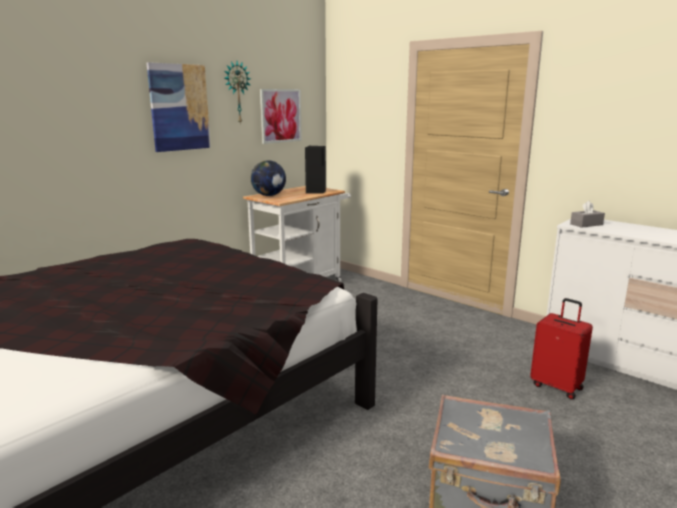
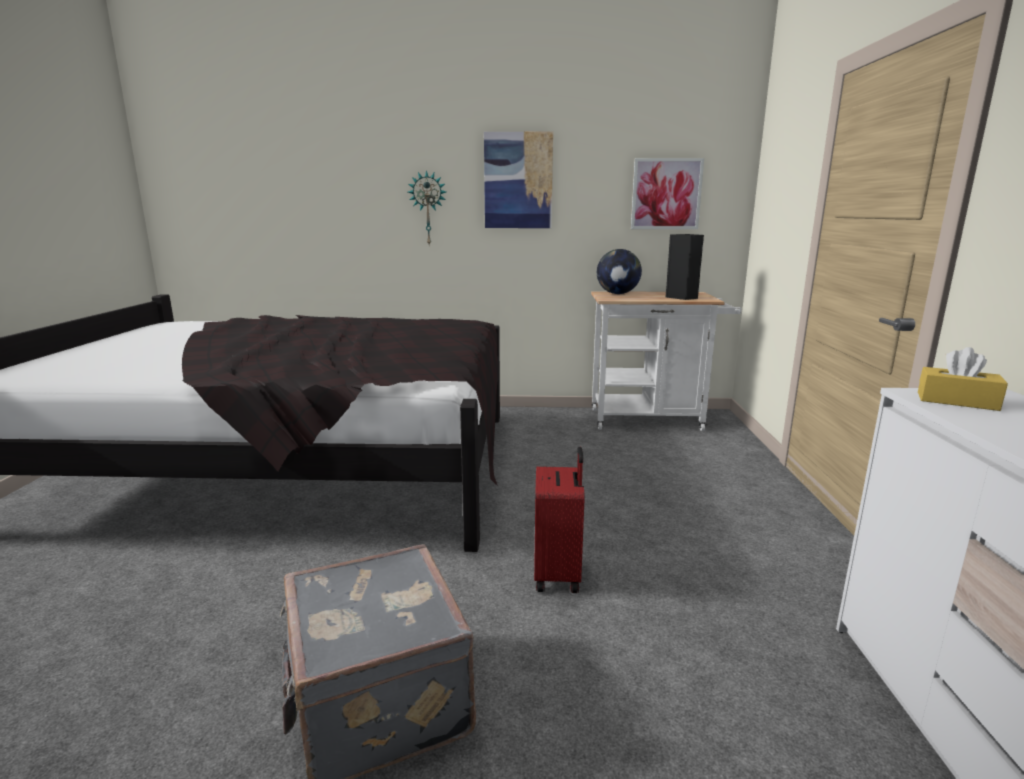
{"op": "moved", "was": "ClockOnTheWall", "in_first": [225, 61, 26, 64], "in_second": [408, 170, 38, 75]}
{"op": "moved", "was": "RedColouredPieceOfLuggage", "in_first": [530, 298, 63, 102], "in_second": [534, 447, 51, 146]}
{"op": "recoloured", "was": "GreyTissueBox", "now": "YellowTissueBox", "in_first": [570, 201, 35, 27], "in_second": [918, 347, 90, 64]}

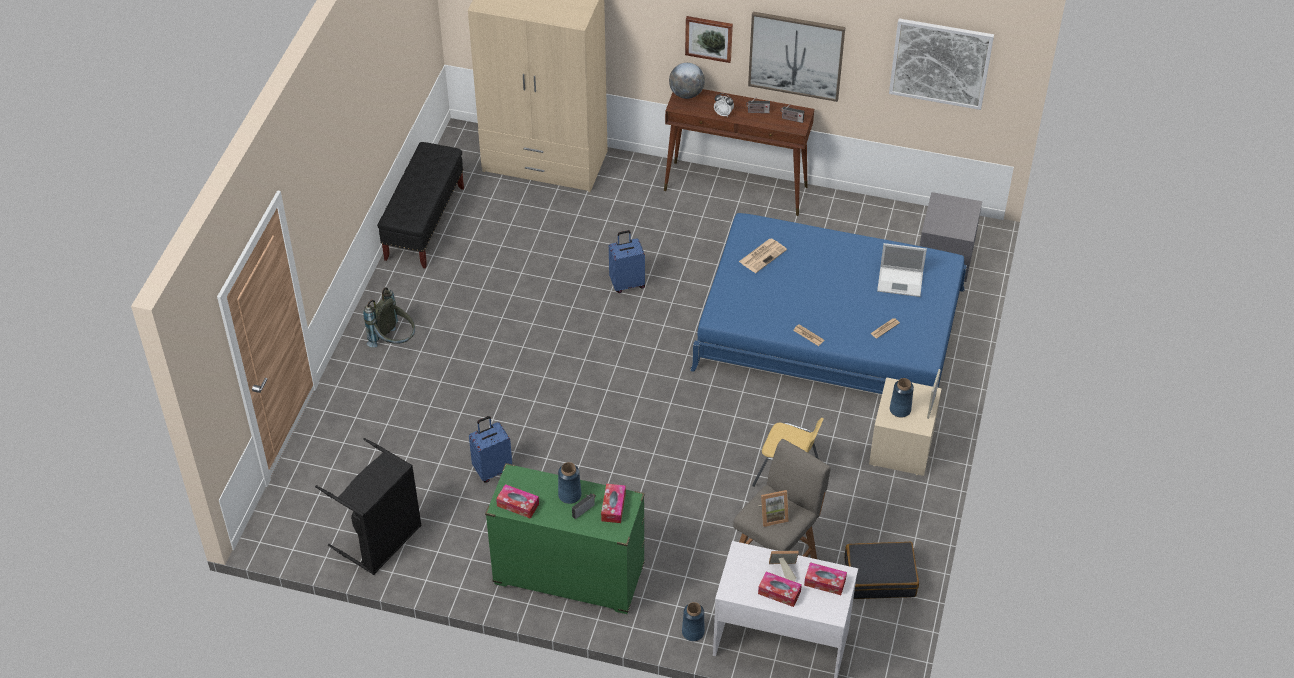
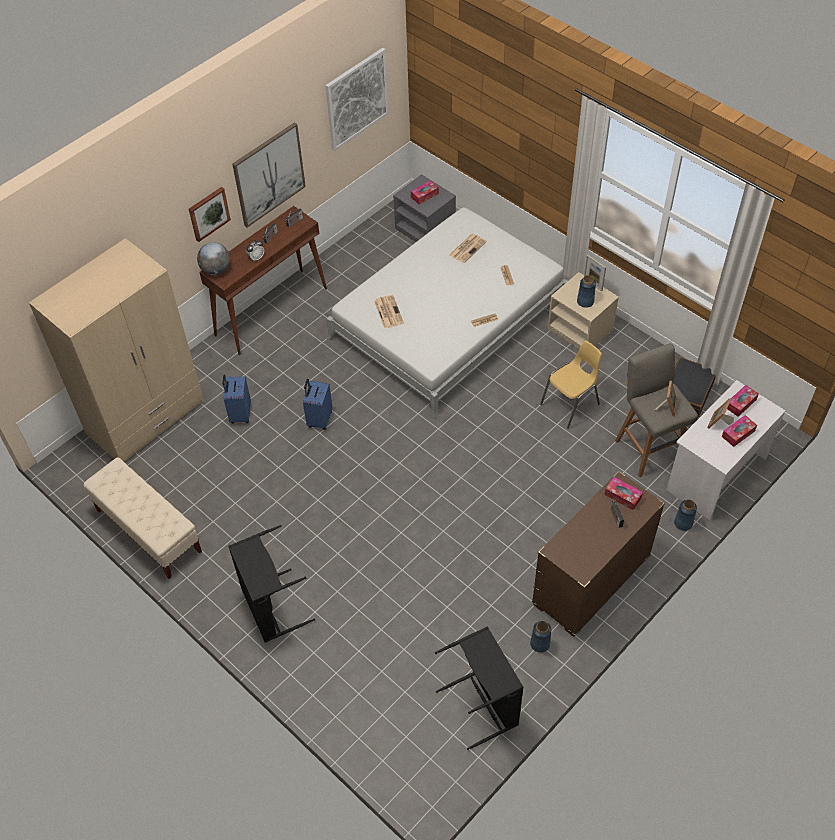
{"op": "recoloured", "was": "BlackColouredLongSeat", "now": "BeigeColouredLongSeat", "in_first": [377, 142, 87, 127], "in_second": [83, 458, 119, 121]}
{"op": "moved", "was": "BluePieceOfLuggage", "in_first": [469, 416, 43, 66], "in_second": [223, 375, 28, 48]}
{"op": "replaced", "was": "GreyRucksack", "now": "BlackColouredWashingBasket", "in_first": [363, 287, 52, 61], "in_second": [228, 525, 87, 118]}
{"op": "recoloured", "was": "BlueBed", "now": "WhiteBed", "in_first": [690, 213, 277, 205], "in_second": [327, 207, 241, 211]}
{"op": "moved", "was": "TissueBox", "in_first": [496, 484, 43, 35], "in_second": [411, 180, 28, 24]}
{"op": "replaced", "was": "NotebookComputer", "now": "PrintedPaper", "in_first": [877, 243, 50, 54], "in_second": [450, 234, 37, 29]}
{"op": "moved", "was": "BlueVase", "in_first": [558, 462, 24, 42], "in_second": [530, 621, 21, 32]}
{"op": "recoloured", "was": "GreenishDresser", "now": "BrownDresser", "in_first": [485, 463, 160, 151], "in_second": [532, 471, 133, 166]}

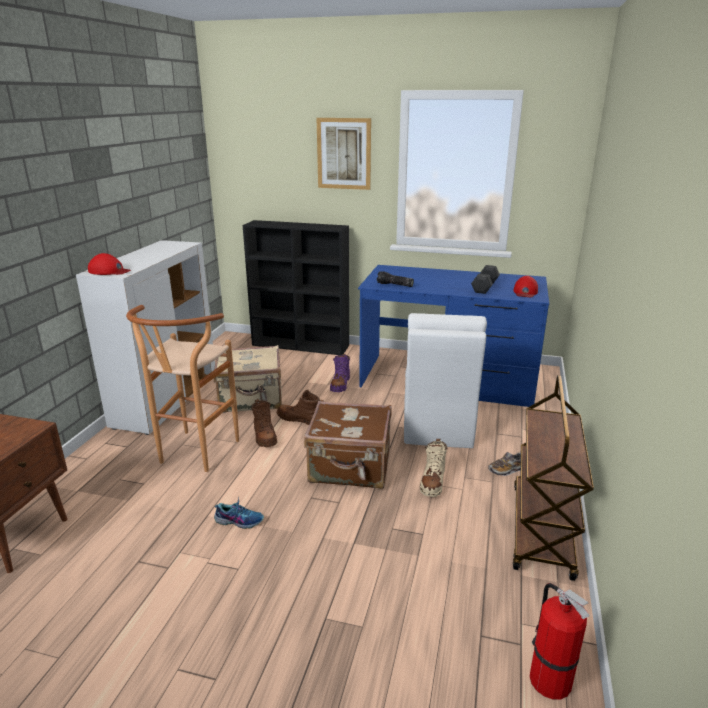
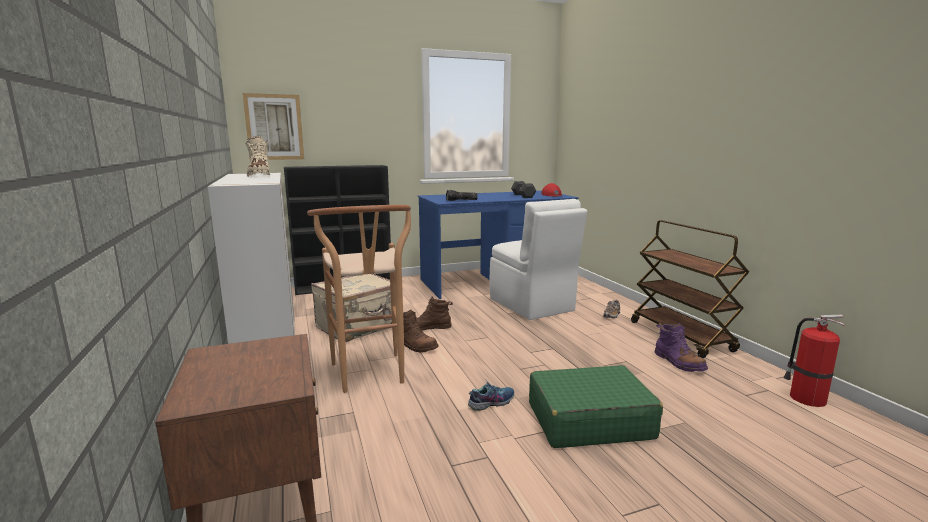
{"op": "moved", "was": "WallArt", "in_first": [317, 118, 54, 72], "in_second": [243, 93, 61, 67]}
{"op": "moved", "was": "BeigeColouredTallBoot", "in_first": [420, 439, 27, 58], "in_second": [245, 136, 25, 41]}
{"op": "added", "now": "GreenishPieceOfLuggage", "in_second": [529, 365, 134, 83]}
{"op": "moved", "was": "PurplishTallBoot", "in_first": [330, 354, 20, 38], "in_second": [655, 323, 53, 49]}
{"op": "removed", "was": "RedColouredPeakedCap", "in_first": [88, 253, 43, 22]}
{"op": "removed", "was": "BrownPieceOfLuggage", "in_first": [304, 401, 88, 88]}

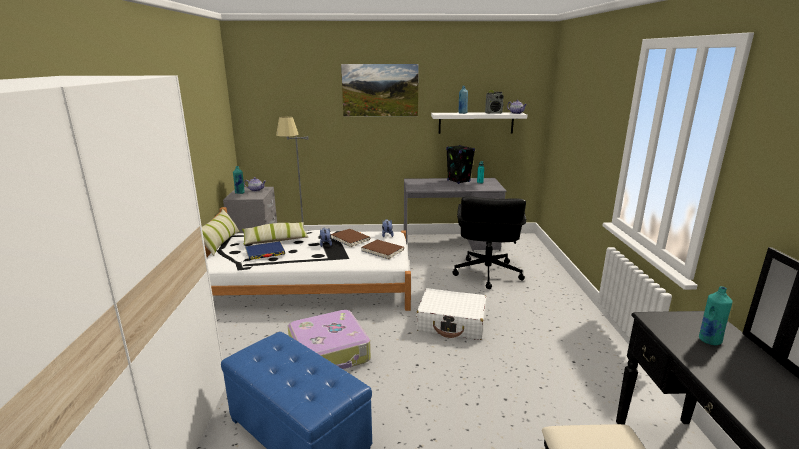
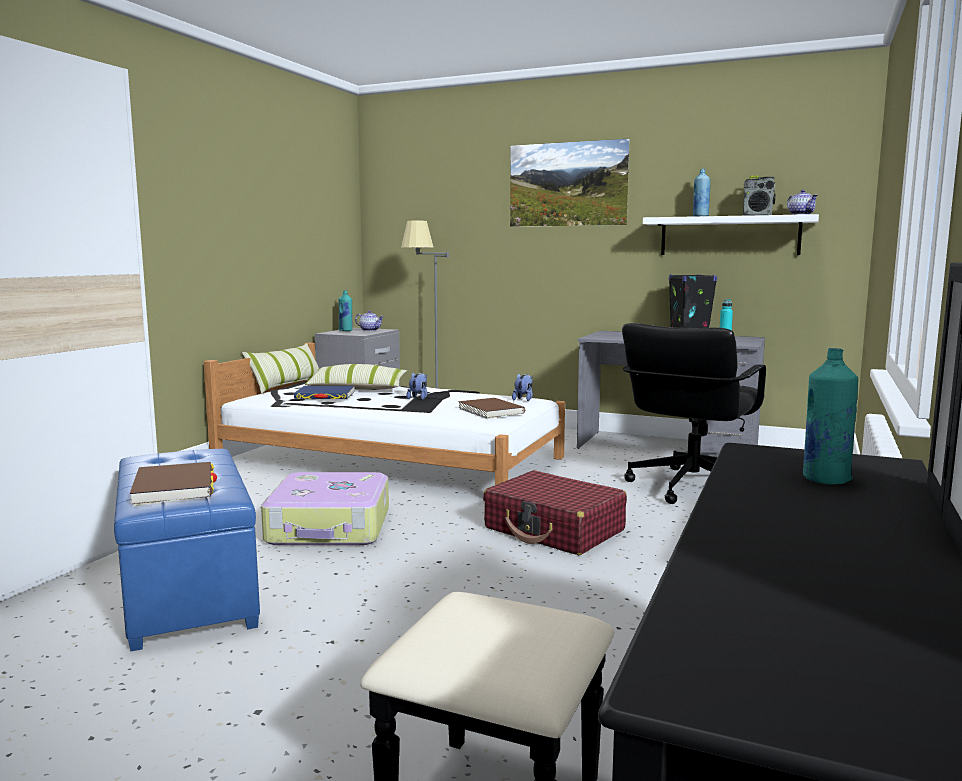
{"op": "moved", "was": "BrownVolume", "in_first": [331, 229, 39, 18], "in_second": [130, 462, 87, 44]}
{"op": "recoloured", "was": "WhitePieceOfLuggage", "now": "RedColouredPieceOfLuggage", "in_first": [416, 288, 71, 52], "in_second": [483, 470, 144, 85]}

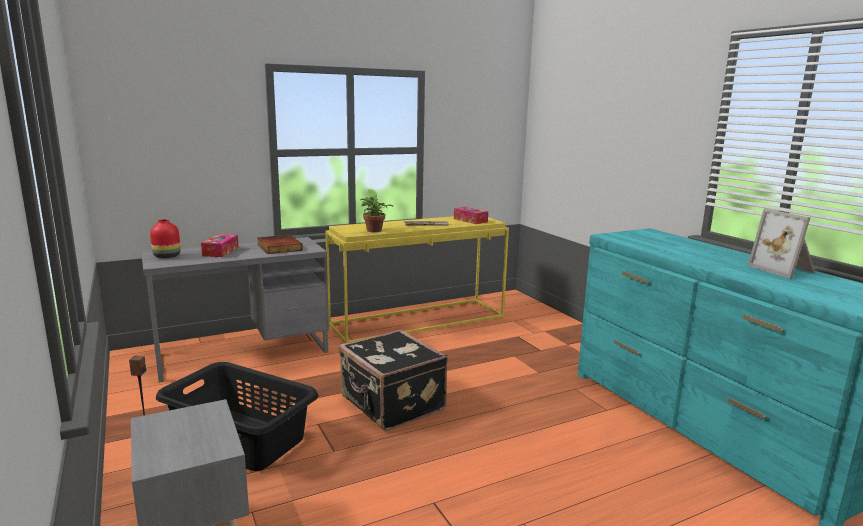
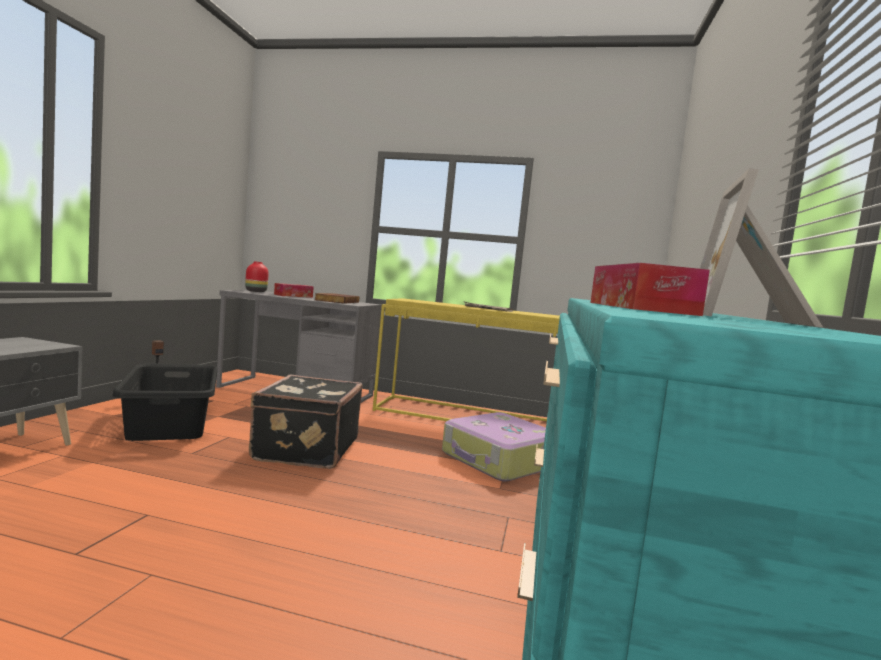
{"op": "added", "now": "PieceOfLuggage", "in_second": [442, 412, 104, 70]}
{"op": "moved", "was": "TissueBox", "in_first": [454, 207, 34, 17], "in_second": [591, 263, 119, 53]}
{"op": "removed", "was": "Houseplant", "in_first": [360, 189, 33, 43]}

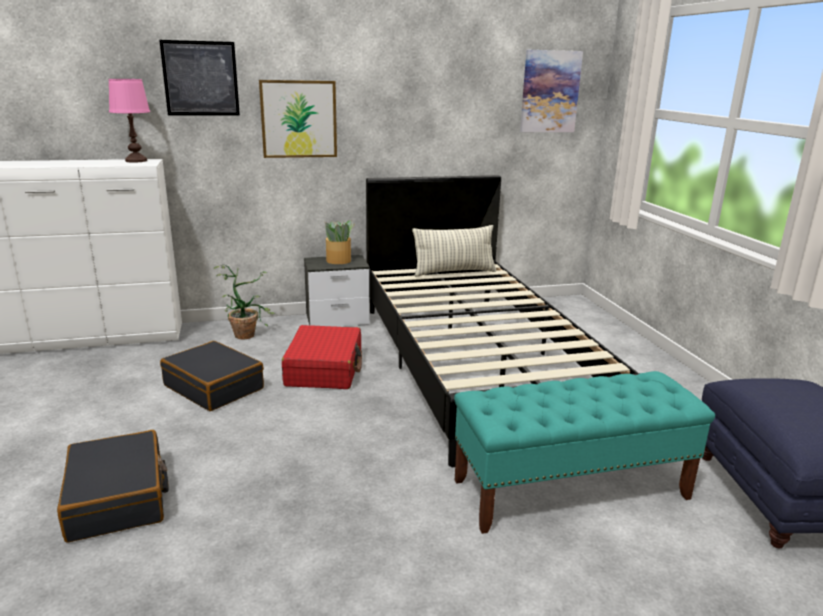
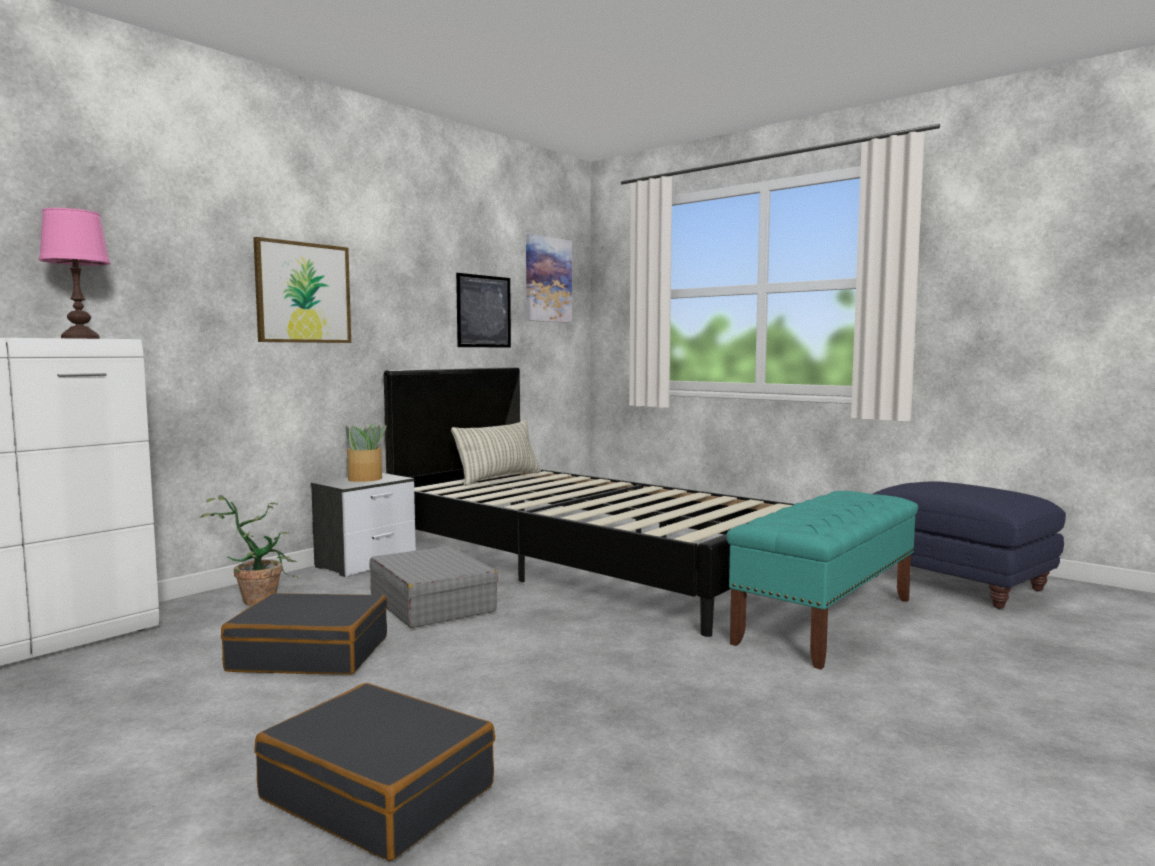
{"op": "recoloured", "was": "RedColouredPieceOfLuggage", "now": "GreyPieceOfLuggage", "in_first": [282, 325, 80, 64], "in_second": [369, 546, 129, 82]}
{"op": "moved", "was": "WallArt", "in_first": [159, 40, 81, 76], "in_second": [456, 273, 55, 75]}

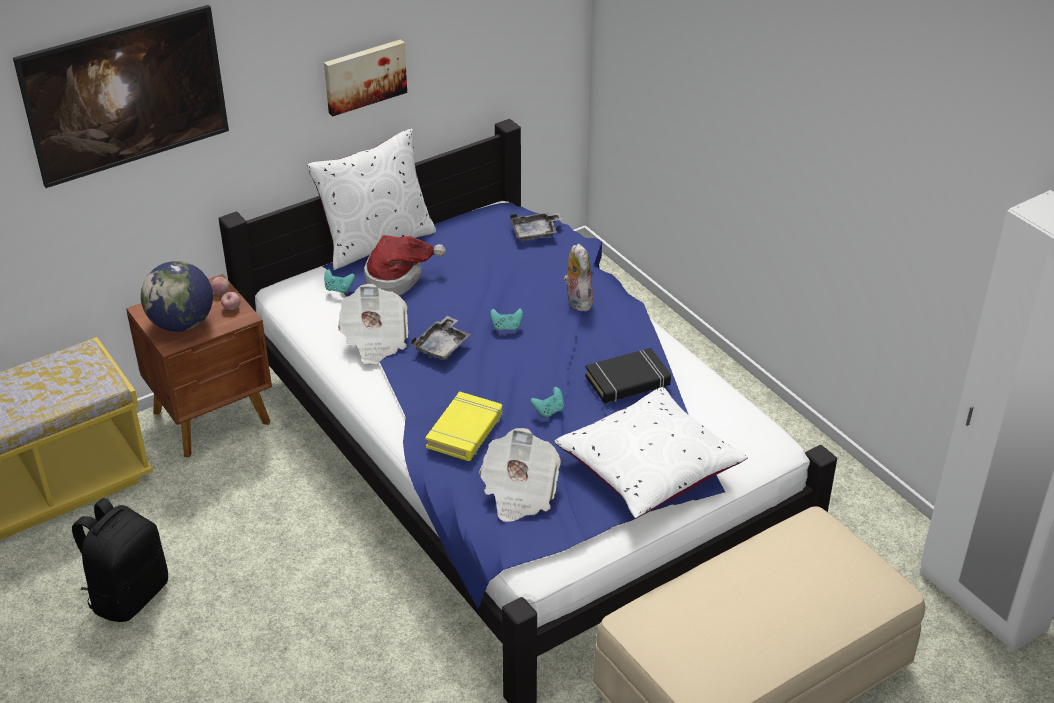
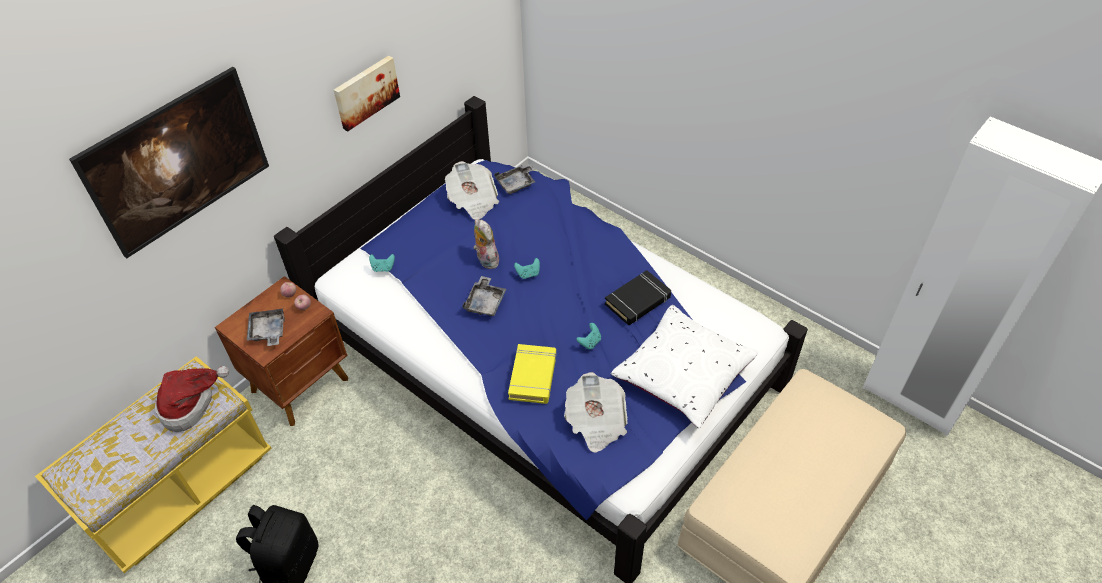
{"op": "moved", "was": "Hat", "in_first": [364, 235, 82, 61], "in_second": [155, 366, 74, 66]}
{"op": "replaced", "was": "WorldGlobe", "now": "GreyTray", "in_first": [141, 261, 72, 71], "in_second": [247, 309, 38, 37]}
{"op": "moved", "was": "PrintedPaper", "in_first": [338, 284, 70, 80], "in_second": [445, 161, 54, 59]}
{"op": "moved", "was": "CuddlyToy", "in_first": [563, 244, 31, 67], "in_second": [473, 219, 28, 50]}
{"op": "removed", "was": "WhiteCushion", "in_first": [307, 129, 129, 141]}

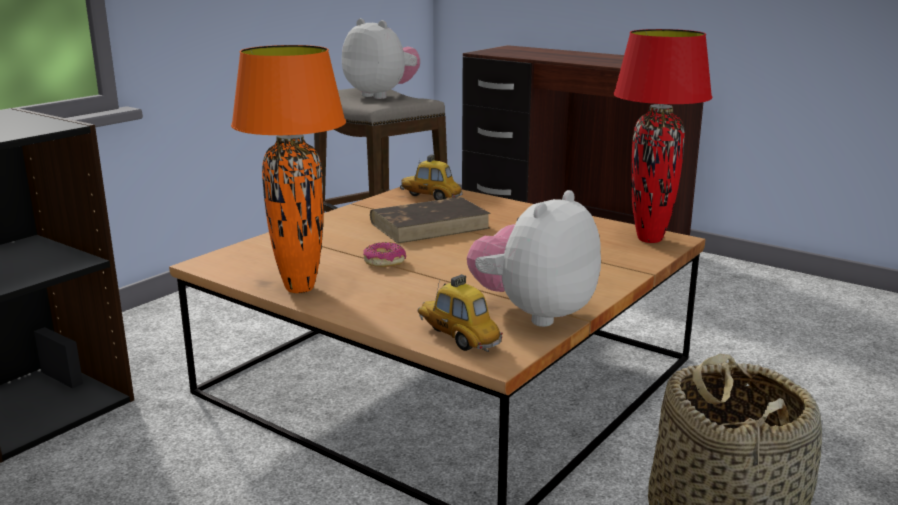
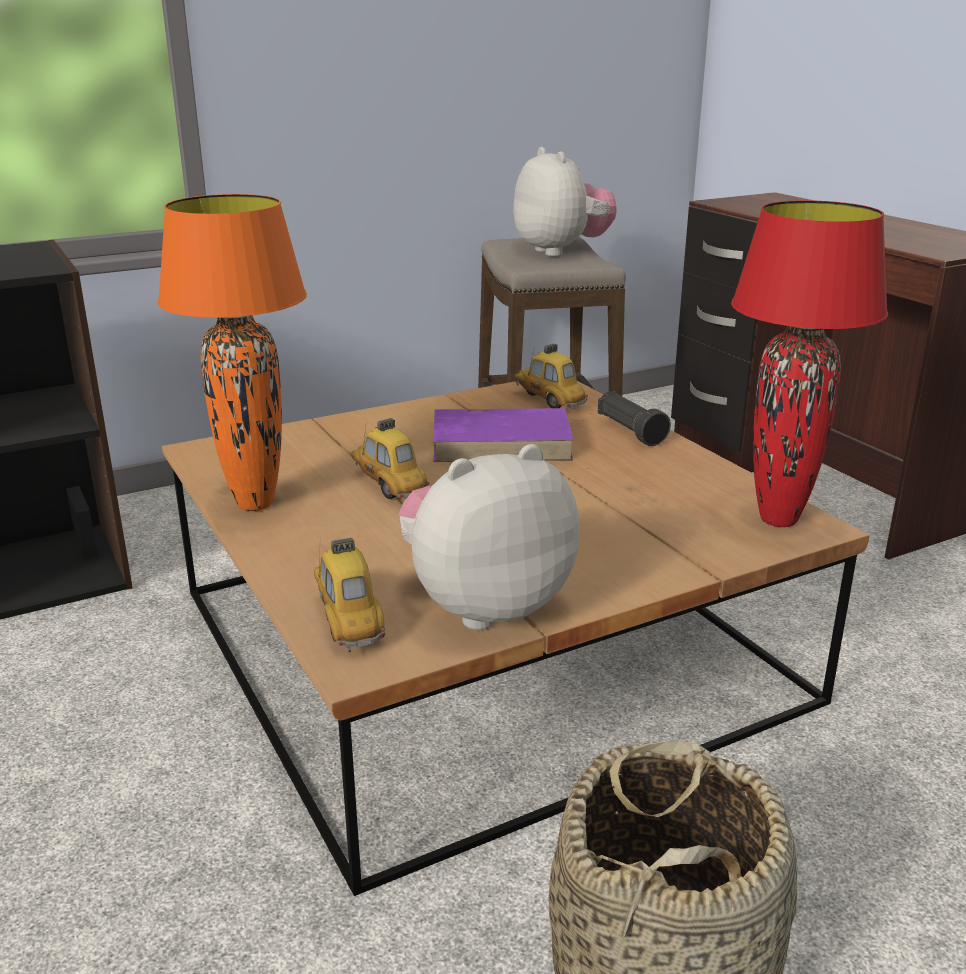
{"op": "replaced", "was": "Doughnut", "now": "MiniatureCar", "in_first": [363, 242, 43, 25], "in_second": [351, 418, 78, 82]}
{"op": "recoloured", "was": "BrownVolume", "now": "PurplishVolume", "in_first": [370, 197, 121, 47], "in_second": [433, 408, 141, 54]}
{"op": "added", "now": "BlackColouredTorch", "in_second": [598, 391, 73, 55]}

